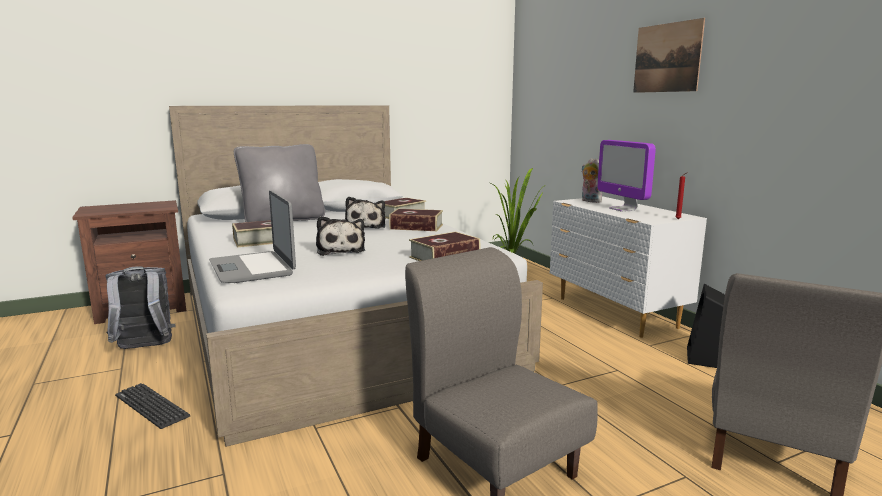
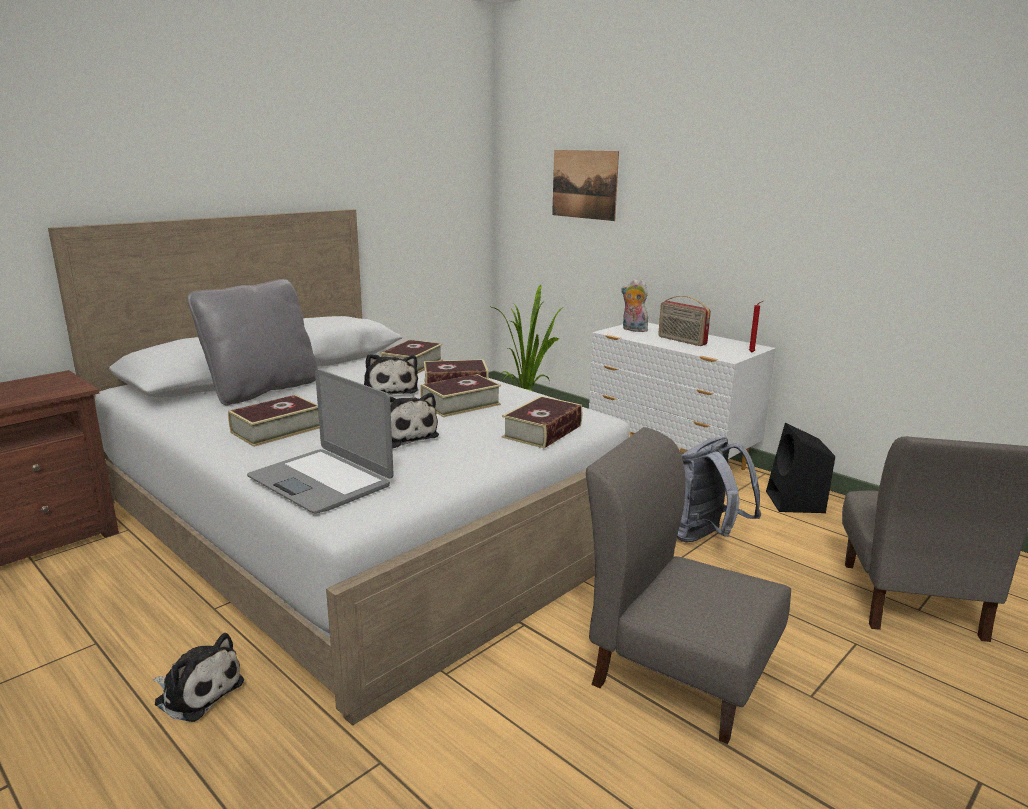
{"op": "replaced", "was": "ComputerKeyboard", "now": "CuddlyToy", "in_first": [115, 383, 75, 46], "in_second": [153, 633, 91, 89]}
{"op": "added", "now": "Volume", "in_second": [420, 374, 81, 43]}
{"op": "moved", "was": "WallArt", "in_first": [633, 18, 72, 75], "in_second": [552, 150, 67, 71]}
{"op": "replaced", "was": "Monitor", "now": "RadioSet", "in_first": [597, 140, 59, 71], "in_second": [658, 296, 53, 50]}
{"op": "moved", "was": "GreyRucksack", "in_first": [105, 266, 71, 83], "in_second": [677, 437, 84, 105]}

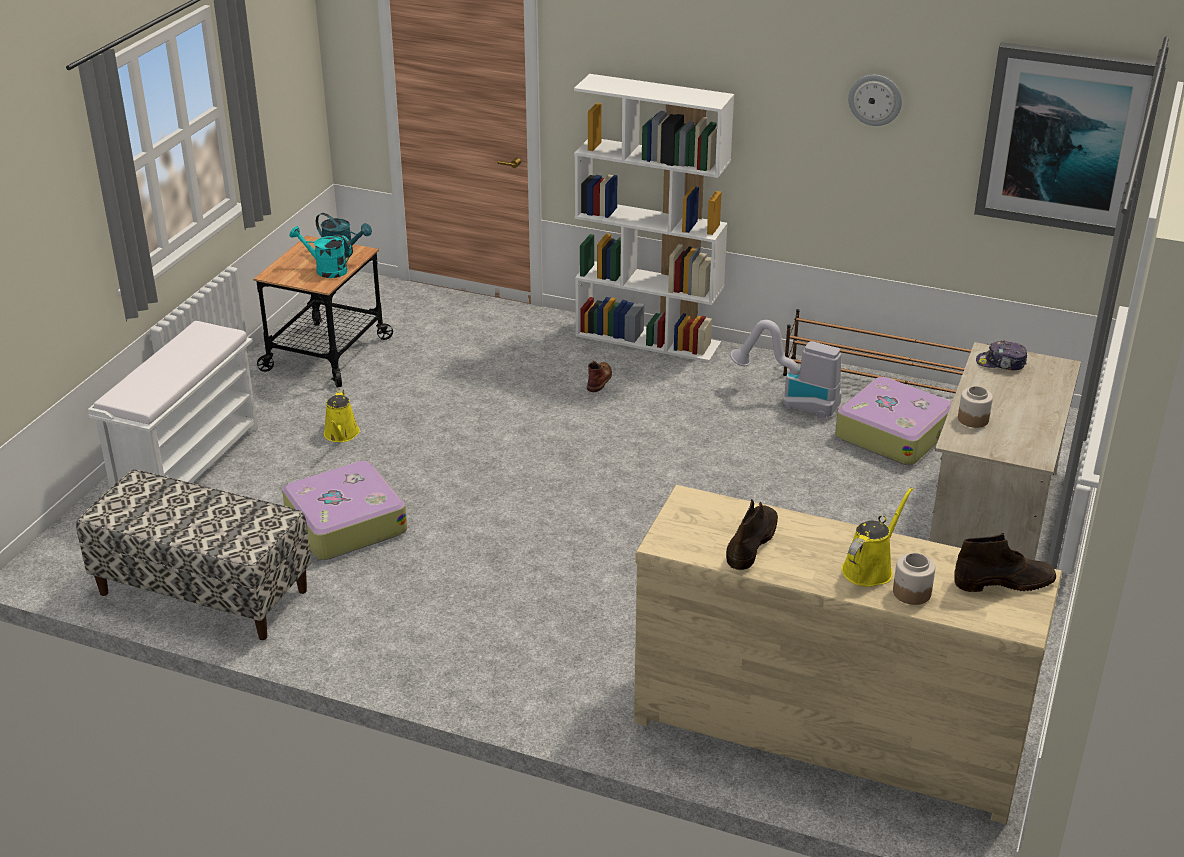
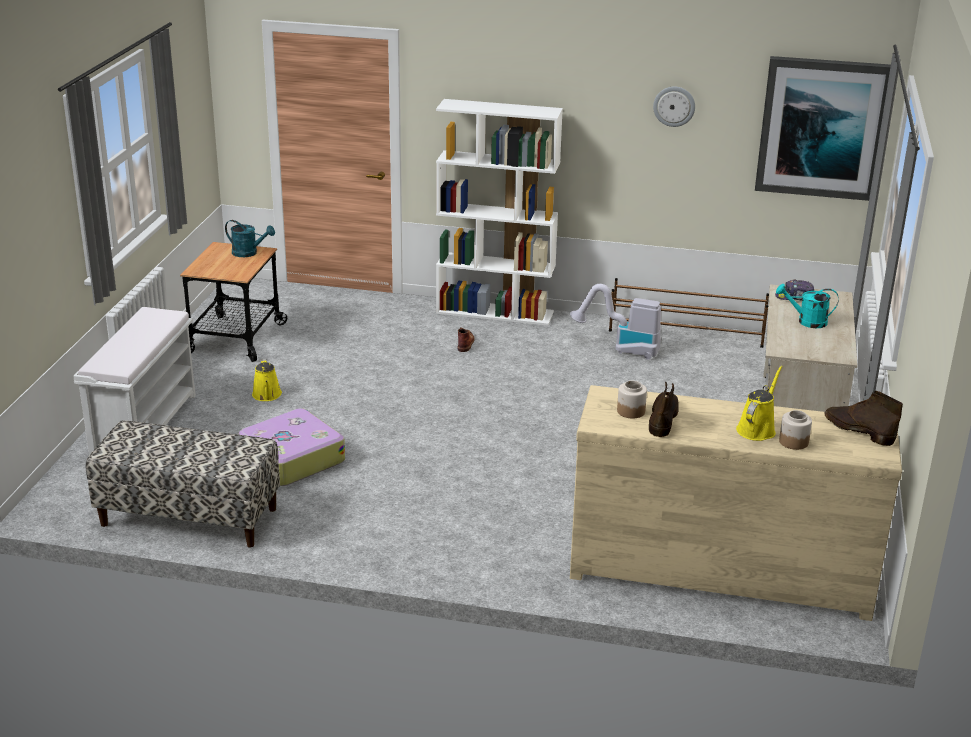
{"op": "moved", "was": "PreserveJar", "in_first": [958, 386, 35, 42], "in_second": [617, 381, 30, 37]}
{"op": "moved", "was": "BlueGreenWateringPot", "in_first": [289, 226, 63, 52], "in_second": [776, 284, 63, 44]}
{"op": "turned", "was": "BrownTallBoot", "in_first": [954, 533, 102, 59], "in_second": [824, 391, 79, 55], "clockwise": -120}
{"op": "removed", "was": "PieceOfLuggage", "in_first": [835, 377, 117, 88]}

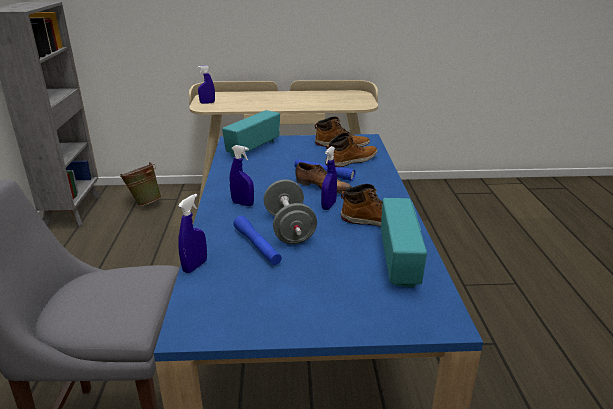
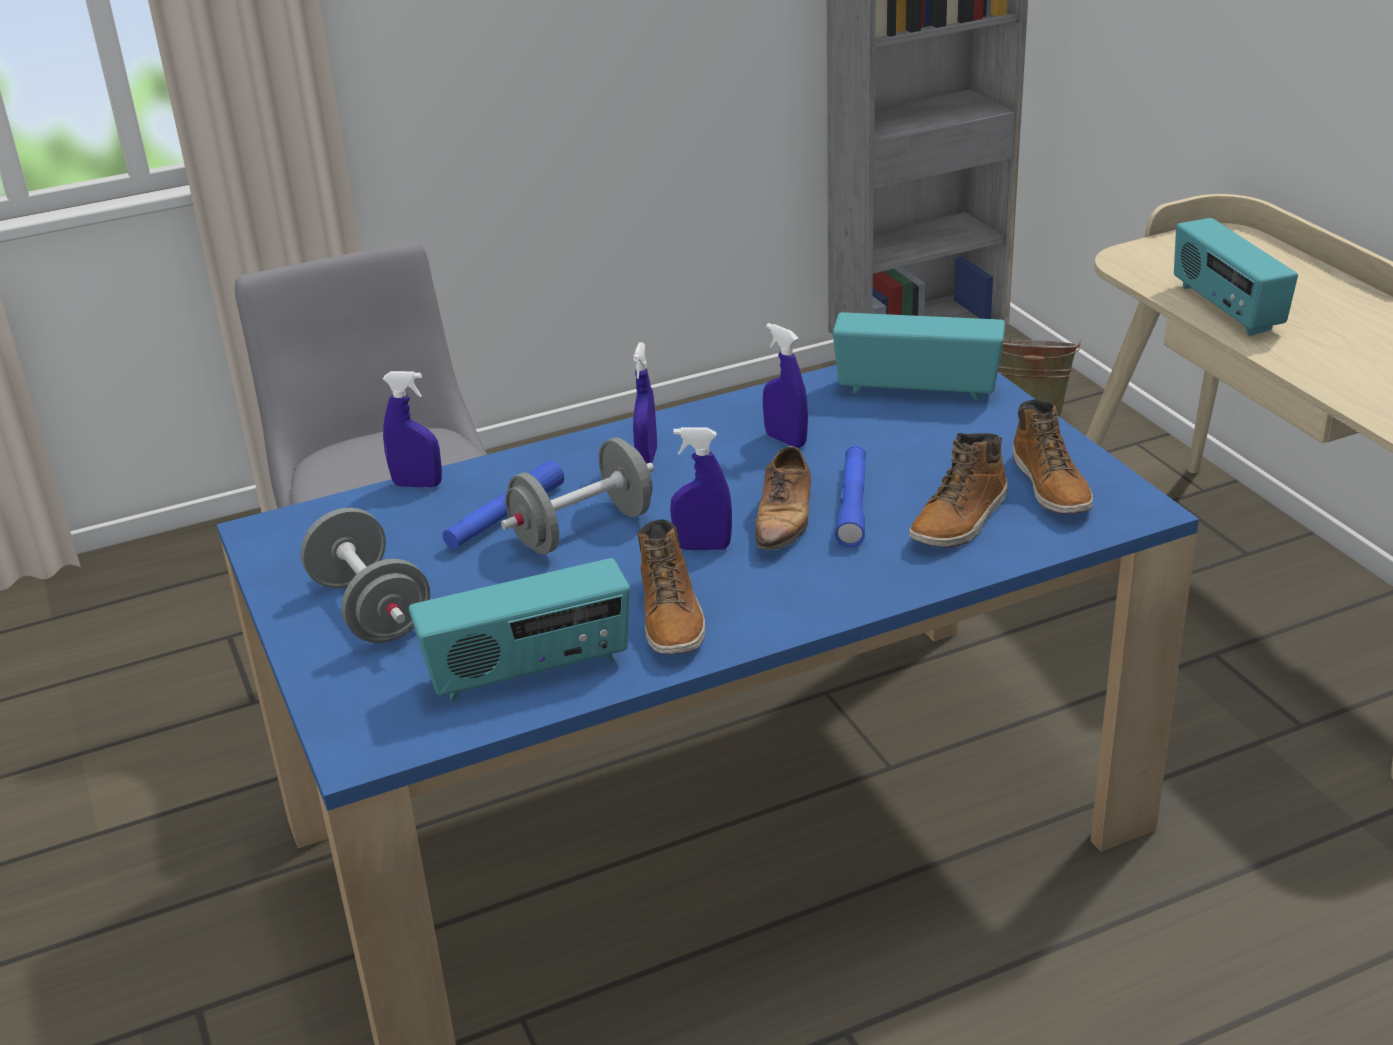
{"op": "added", "now": "GreyFreeWeight", "in_second": [301, 508, 129, 135]}
{"op": "moved", "was": "BlueHandSprayer", "in_first": [198, 65, 17, 39], "in_second": [763, 323, 45, 125]}
{"op": "turned", "was": "TallBoot", "in_first": [325, 132, 52, 35], "in_second": [909, 433, 99, 115], "clockwise": 90}
{"op": "added", "now": "RadioSet", "in_second": [1174, 218, 124, 118]}

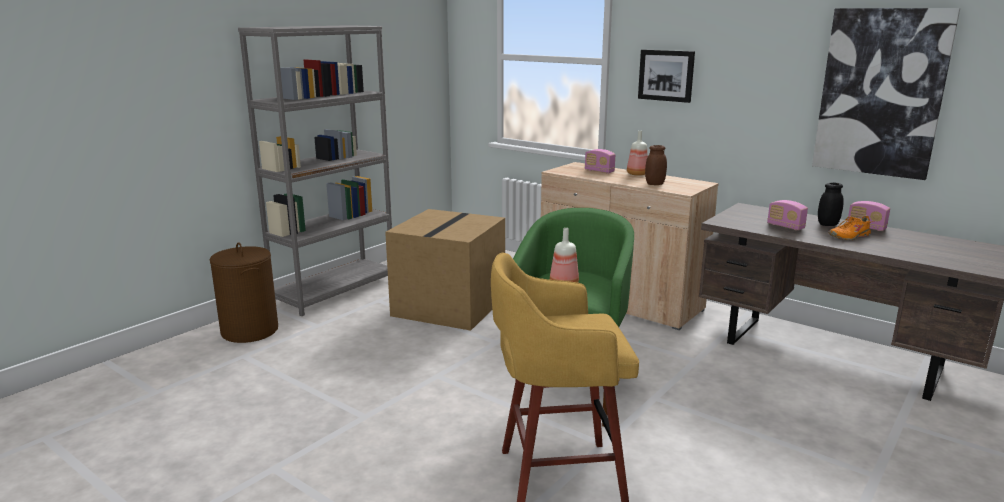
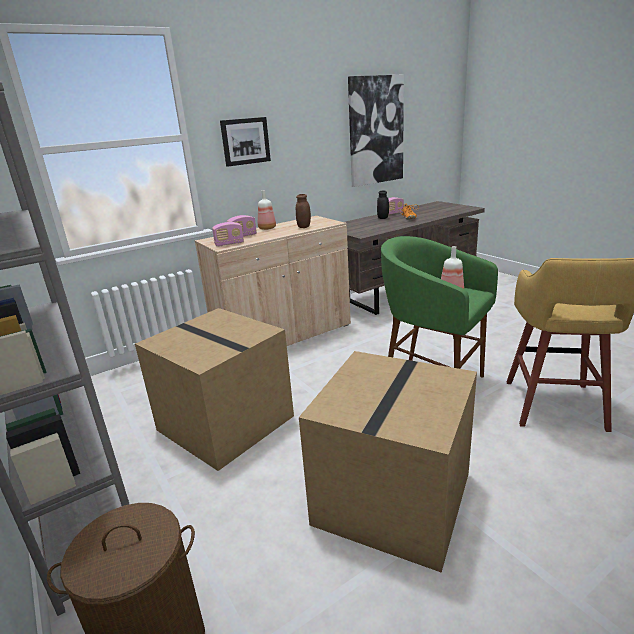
{"op": "moved", "was": "RadioSet", "in_first": [767, 200, 41, 30], "in_second": [212, 222, 32, 25]}
{"op": "added", "now": "Carton", "in_second": [299, 351, 178, 222]}

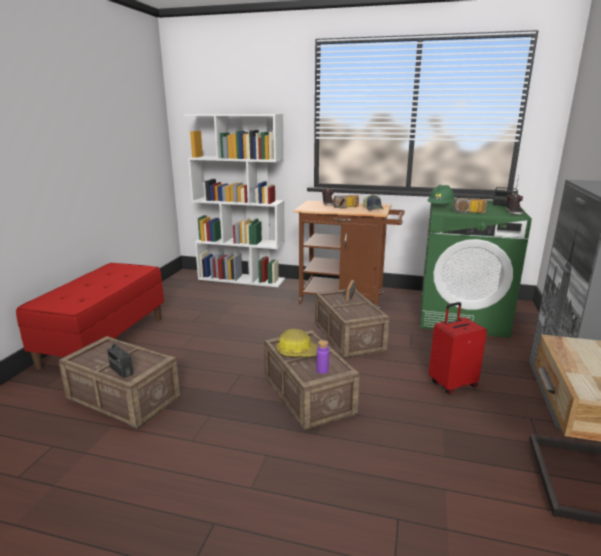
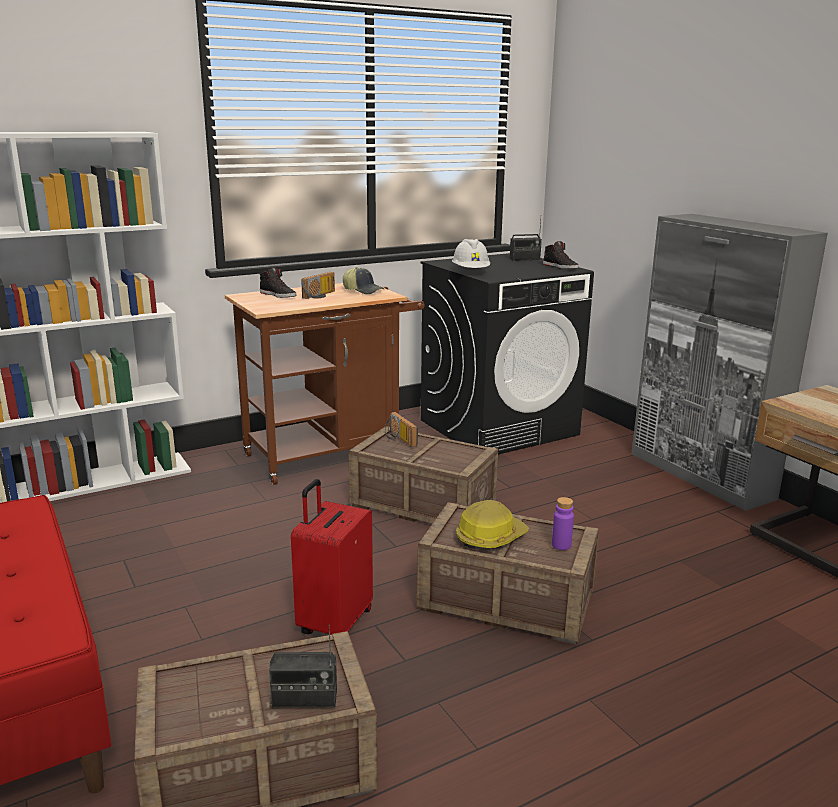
{"op": "moved", "was": "RedColouredPieceOfLuggage", "in_first": [429, 302, 58, 93], "in_second": [291, 479, 82, 156]}
{"op": "recoloured", "was": "GreenishLaundryMachine", "now": "BlackColouredLaundryMachine", "in_first": [420, 200, 112, 138], "in_second": [421, 253, 173, 202]}
{"op": "recoloured", "was": "GreenishWorkHelmet", "now": "WhiteWorkHelmet", "in_first": [428, 185, 27, 19], "in_second": [452, 239, 38, 29]}
{"op": "removed", "was": "RadioSet", "in_first": [453, 198, 34, 15]}

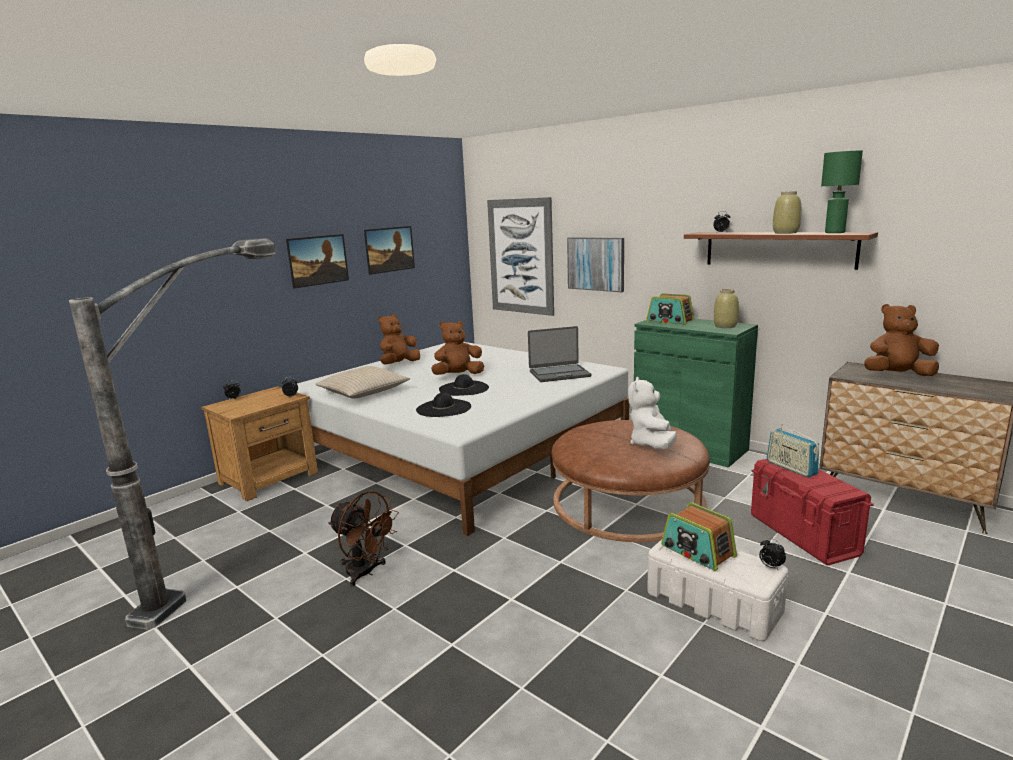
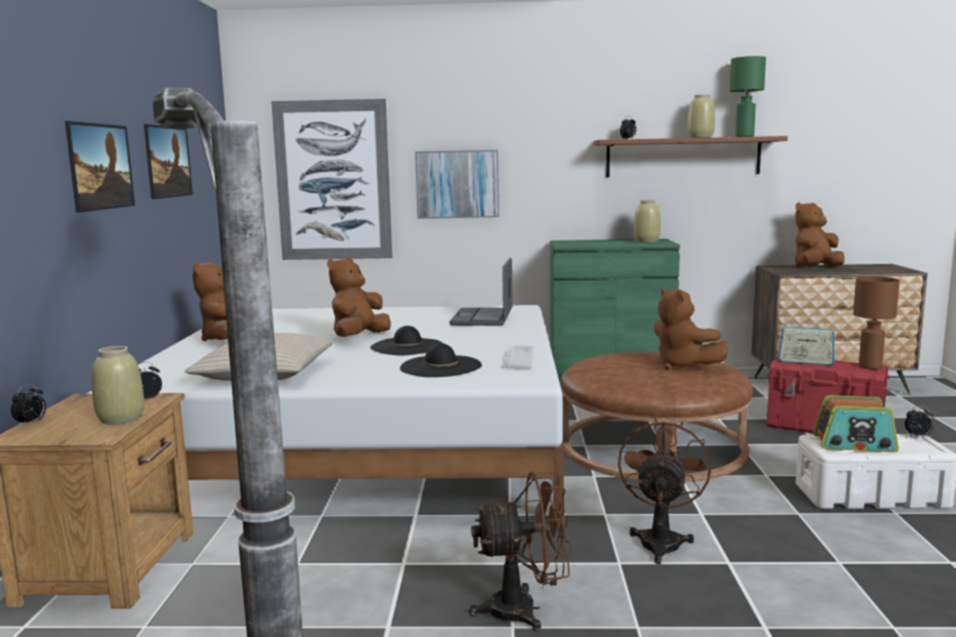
{"op": "added", "now": "BeigeColouredVase", "in_second": [92, 346, 52, 79]}
{"op": "turned", "was": "NotebookComputer", "in_first": [528, 326, 63, 56], "in_second": [450, 258, 63, 68], "clockwise": 150}
{"op": "added", "now": "ComputerKeyboard", "in_second": [502, 345, 32, 25]}
{"op": "added", "now": "BrownElectricFan", "in_second": [618, 417, 93, 147]}
{"op": "recoloured", "was": "WhiteCuddlyToy", "now": "BrownCuddlyToy", "in_first": [628, 377, 49, 72], "in_second": [654, 288, 74, 82]}
{"op": "added", "now": "BrownLampForATable", "in_second": [853, 276, 47, 93]}
{"op": "removed", "was": "RadioSet", "in_first": [646, 293, 48, 32]}

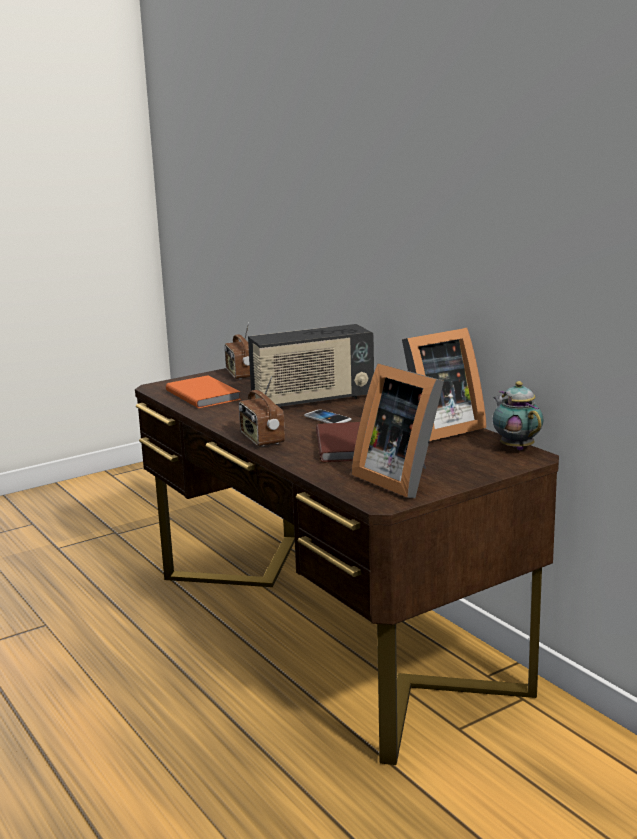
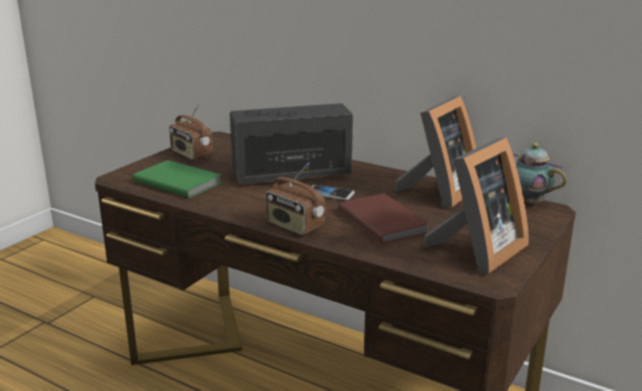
{"op": "recoloured", "was": "OrangeyVolume", "now": "GreenishVolume", "in_first": [166, 375, 75, 33], "in_second": [133, 160, 89, 38]}
{"op": "turned", "was": "RadioSet", "in_first": [248, 324, 126, 84], "in_second": [230, 103, 123, 82], "clockwise": -150}
{"op": "turned", "was": "StandingFrame", "in_first": [351, 363, 93, 135], "in_second": [423, 137, 106, 137], "clockwise": -75}

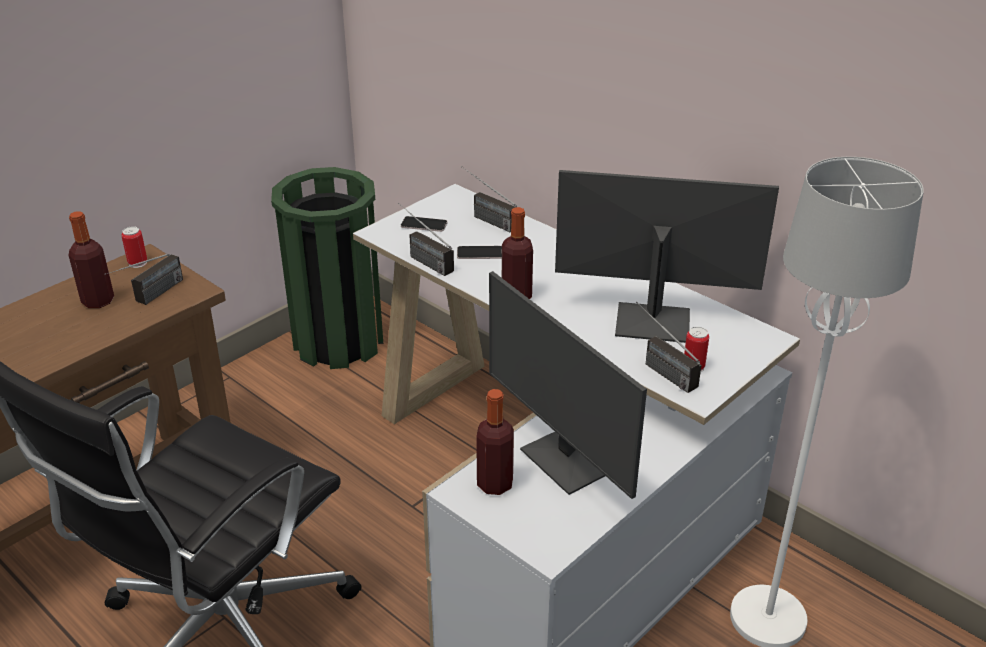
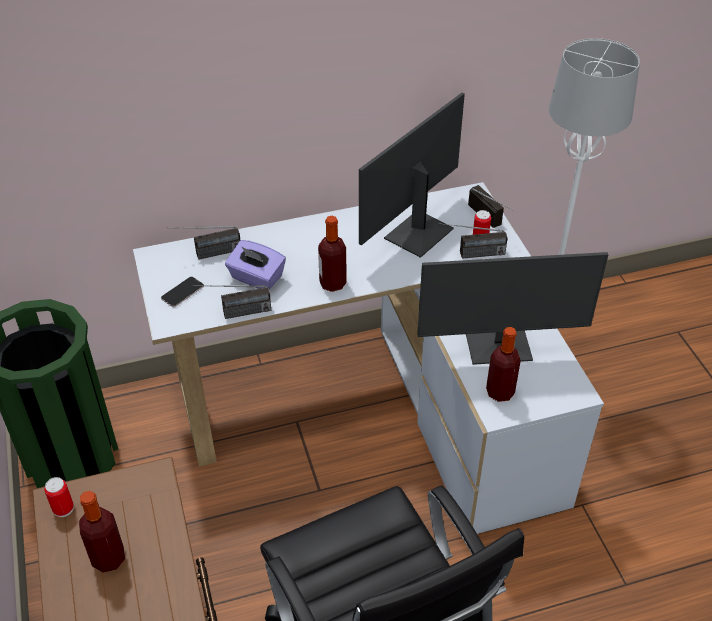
{"op": "replaced", "was": "Telephone", "now": "PurplishTissueBox", "in_first": [457, 246, 45, 13], "in_second": [225, 240, 61, 50]}
{"op": "moved", "was": "RadioSet", "in_first": [105, 254, 78, 51], "in_second": [468, 185, 45, 43]}

